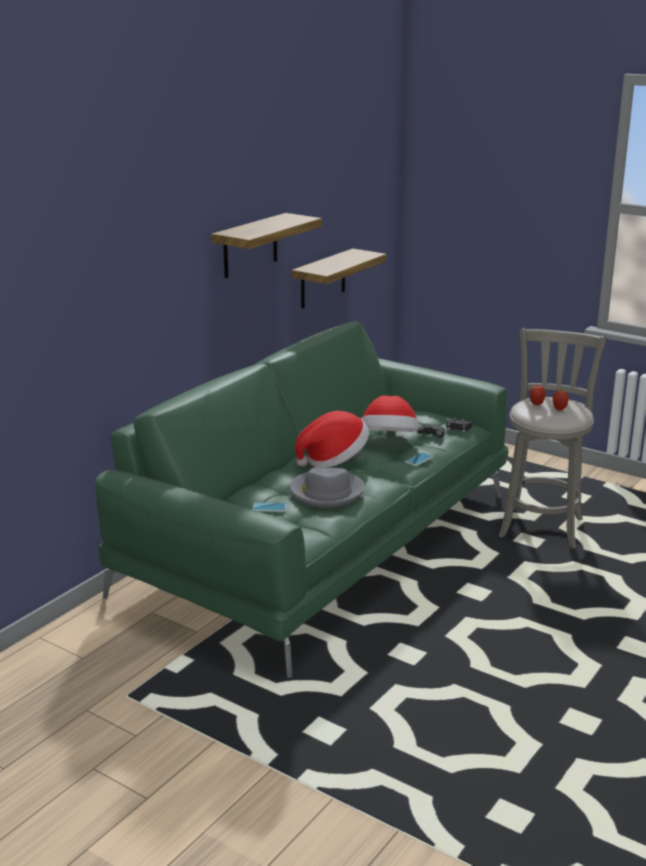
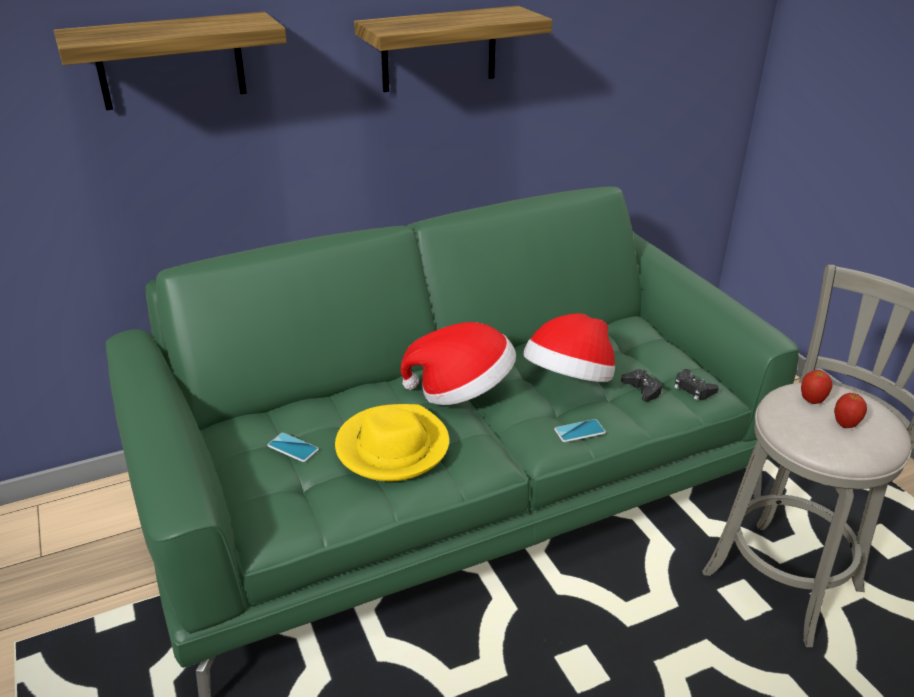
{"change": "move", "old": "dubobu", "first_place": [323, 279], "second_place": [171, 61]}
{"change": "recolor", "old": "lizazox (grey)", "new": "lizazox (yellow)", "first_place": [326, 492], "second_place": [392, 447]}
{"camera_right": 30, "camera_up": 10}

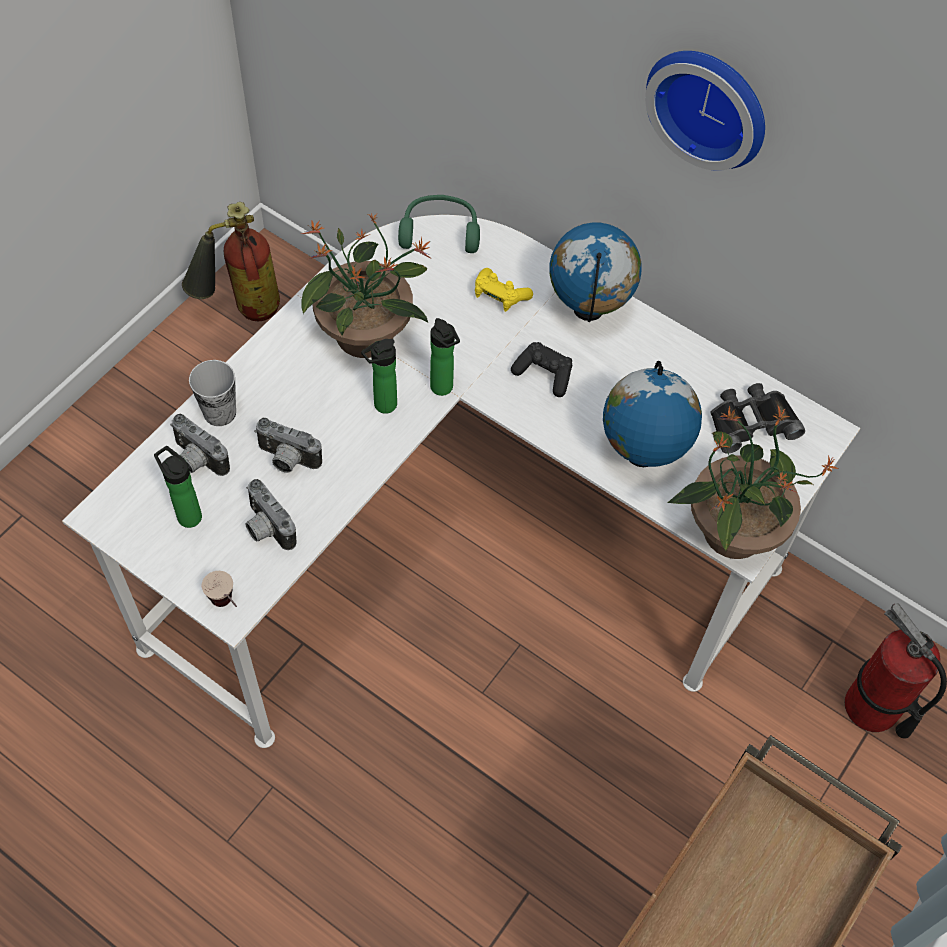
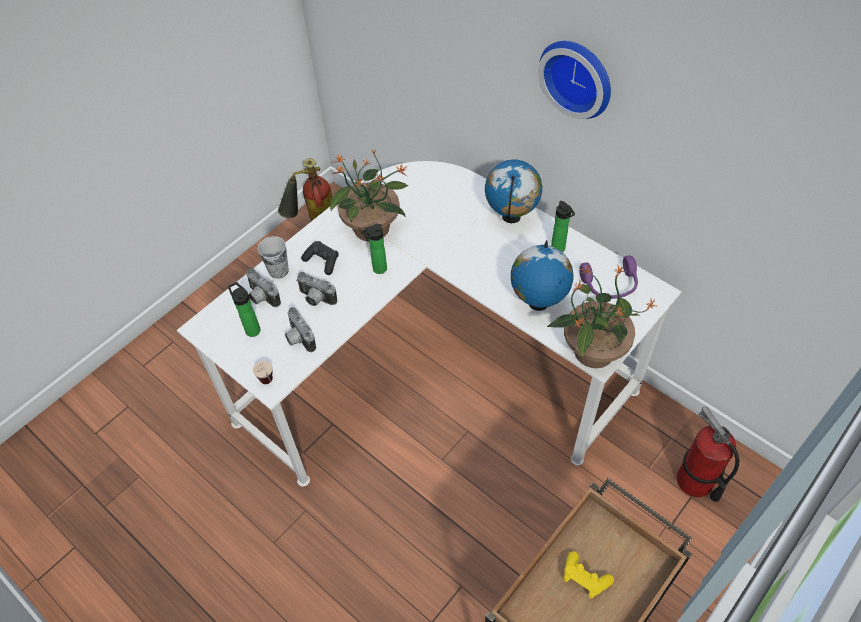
{"change": "delete", "old": "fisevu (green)", "first_place": [440, 231]}
{"change": "move", "old": "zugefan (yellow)", "first_place": [500, 296], "second_place": [584, 578]}
{"change": "move", "old": "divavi", "first_place": [443, 389], "second_place": [559, 249]}
{"change": "move", "old": "zugefan (black)", "first_place": [544, 374], "second_place": [322, 261]}
{"change": "replace", "old": "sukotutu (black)", "new": "fisevu (purple)", "first_place": [751, 421], "second_place": [610, 285]}
{"camera_right": 10, "camera_up": -5}

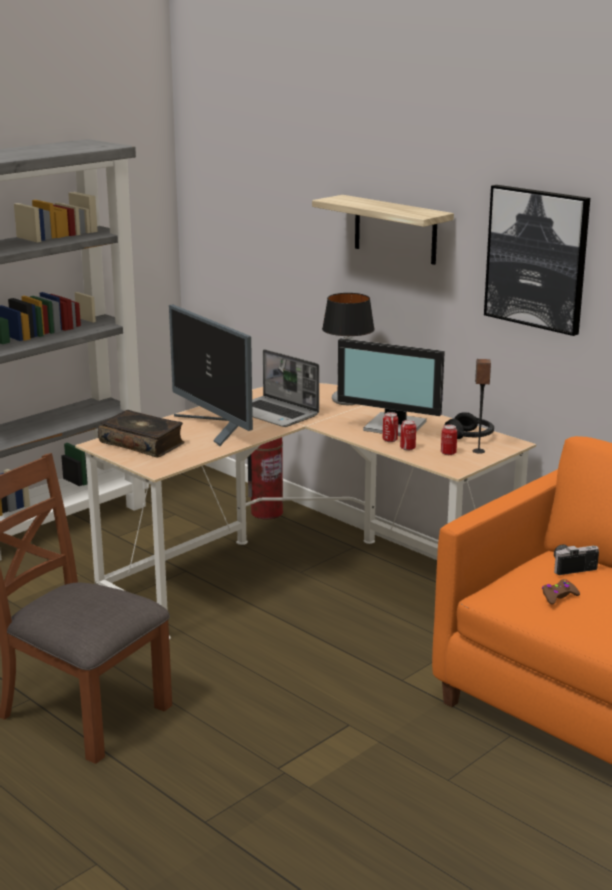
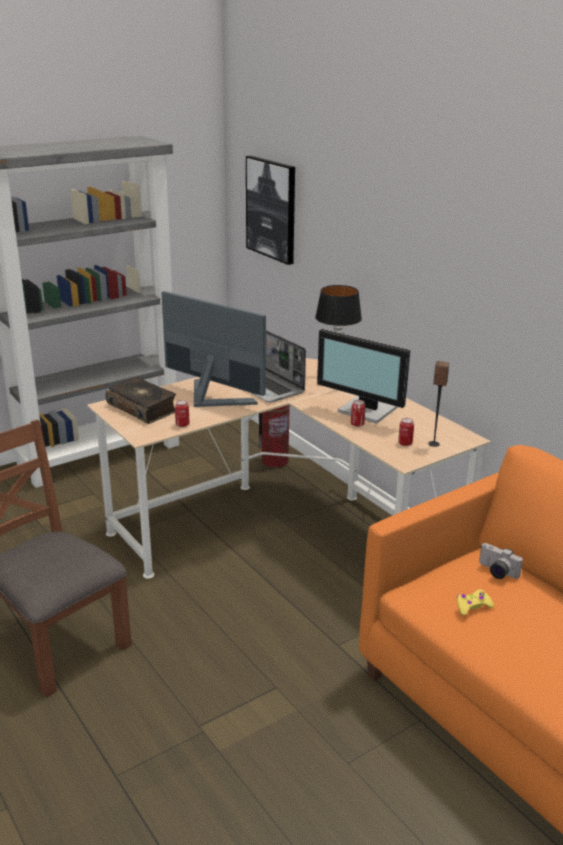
{"change": "move", "old": "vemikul", "first_place": [537, 258], "second_place": [272, 209]}
{"change": "delete", "old": "dubobu", "first_place": [395, 229]}
{"change": "rotate", "old": "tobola", "first_place": [215, 428], "second_place": [211, 397], "degrees": 150}
{"change": "delete", "old": "fisevu (black)", "first_place": [470, 436]}
{"change": "move", "old": "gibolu", "first_place": [407, 448], "second_place": [182, 424]}
{"change": "rotate", "old": "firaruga", "first_place": [572, 566], "second_place": [496, 572], "degrees": -135}
{"change": "recolor", "old": "zugefan (brown)", "new": "zugefan (yellow)", "first_place": [558, 596], "second_place": [472, 606]}
{"camera_right": 10, "camera_up": 5}

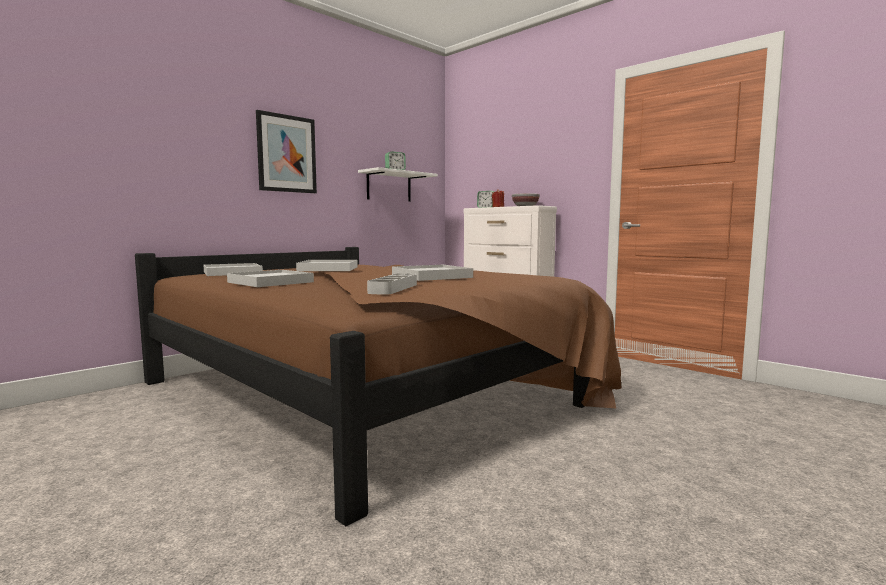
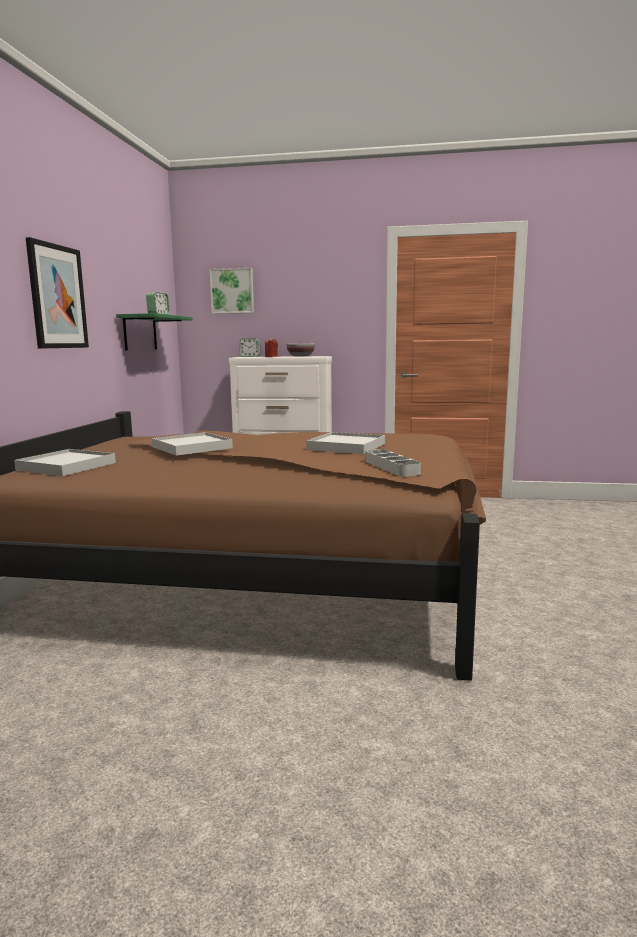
{"change": "recolor", "old": "dubobu (white)", "new": "dubobu (green)", "first_place": [389, 186], "second_place": [140, 333]}
{"change": "delete", "old": "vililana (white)", "first_place": [271, 282]}
{"change": "insert", "new": "vemikul", "second_place": [232, 291]}
{"camera_right": -35, "camera_up": 5}

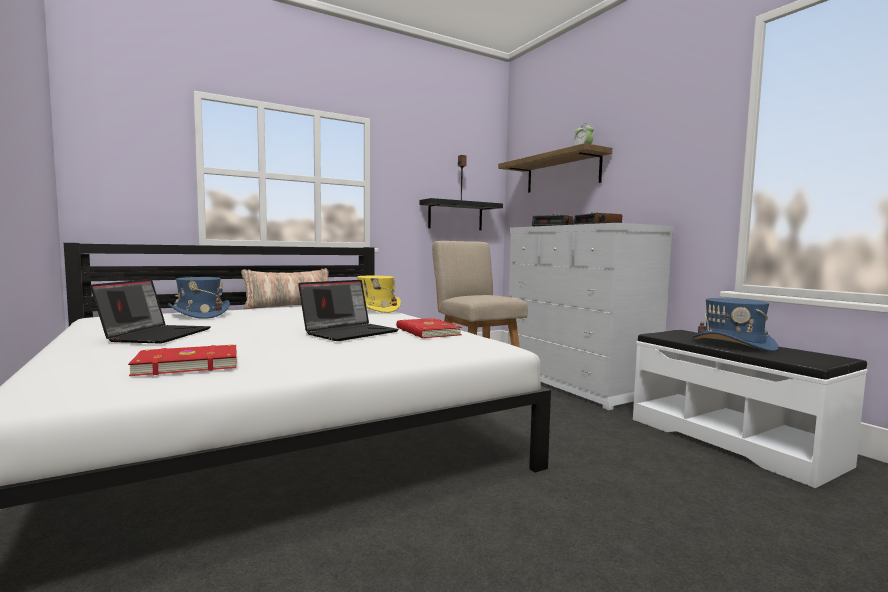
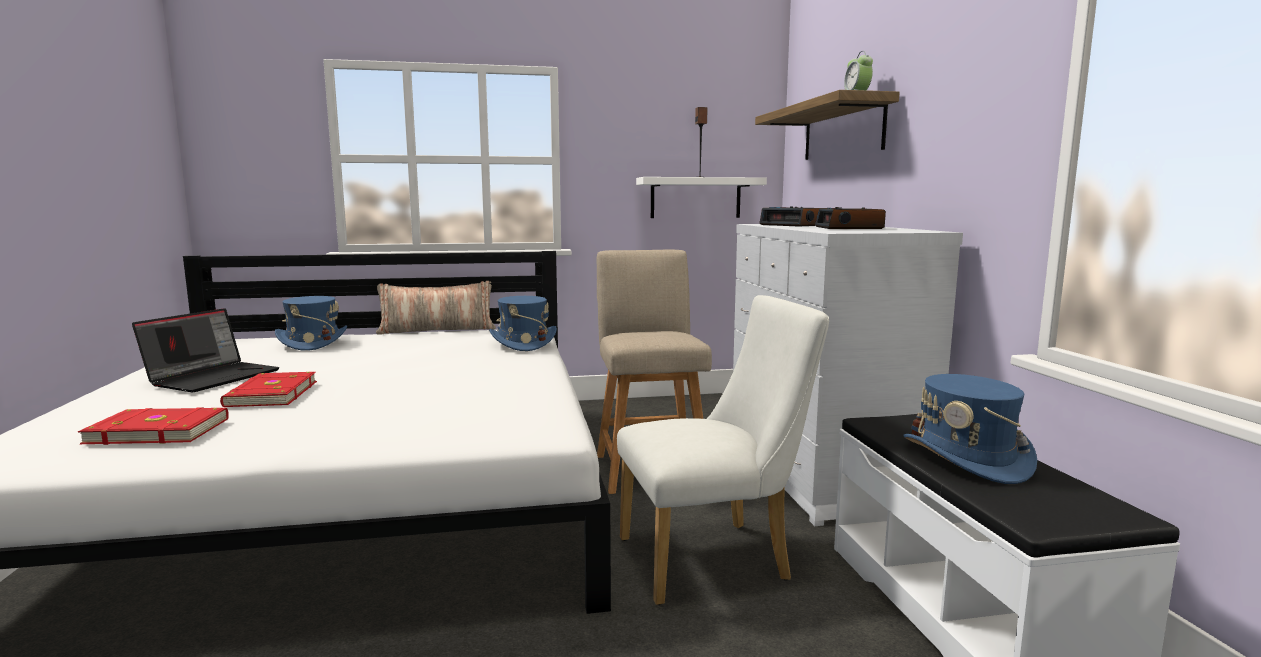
{"change": "recolor", "old": "dubobu (black)", "new": "dubobu (white)", "first_place": [455, 215], "second_place": [695, 198]}
{"change": "recolor", "old": "lizazox (yellow)", "new": "lizazox (blue)", "first_place": [375, 309], "second_place": [523, 343]}
{"change": "delete", "old": "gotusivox", "first_place": [350, 332]}
{"change": "move", "old": "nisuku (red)", "first_place": [427, 332], "second_place": [270, 394]}
{"change": "insert", "new": "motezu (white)", "second_place": [715, 558]}
{"camera_right": 20, "camera_up": 5}

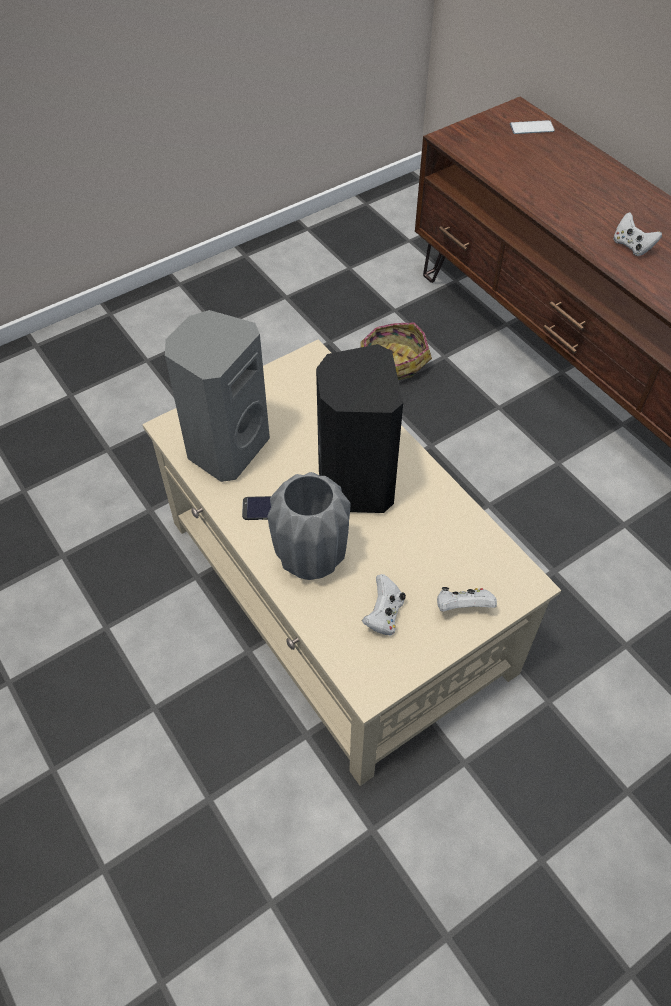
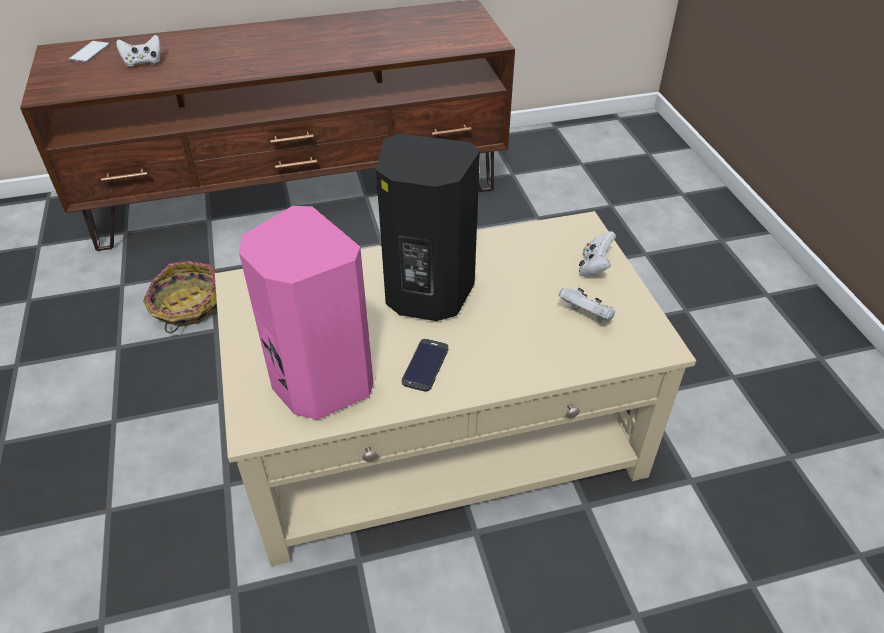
{"change": "move", "old": "zugefan (white)", "first_place": [632, 246], "second_place": [143, 62]}
{"change": "recolor", "old": "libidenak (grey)", "new": "libidenak (pink)", "first_place": [225, 447], "second_place": [318, 383]}
{"change": "delete", "old": "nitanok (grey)", "first_place": [311, 558]}
{"camera_right": -70, "camera_up": -10}

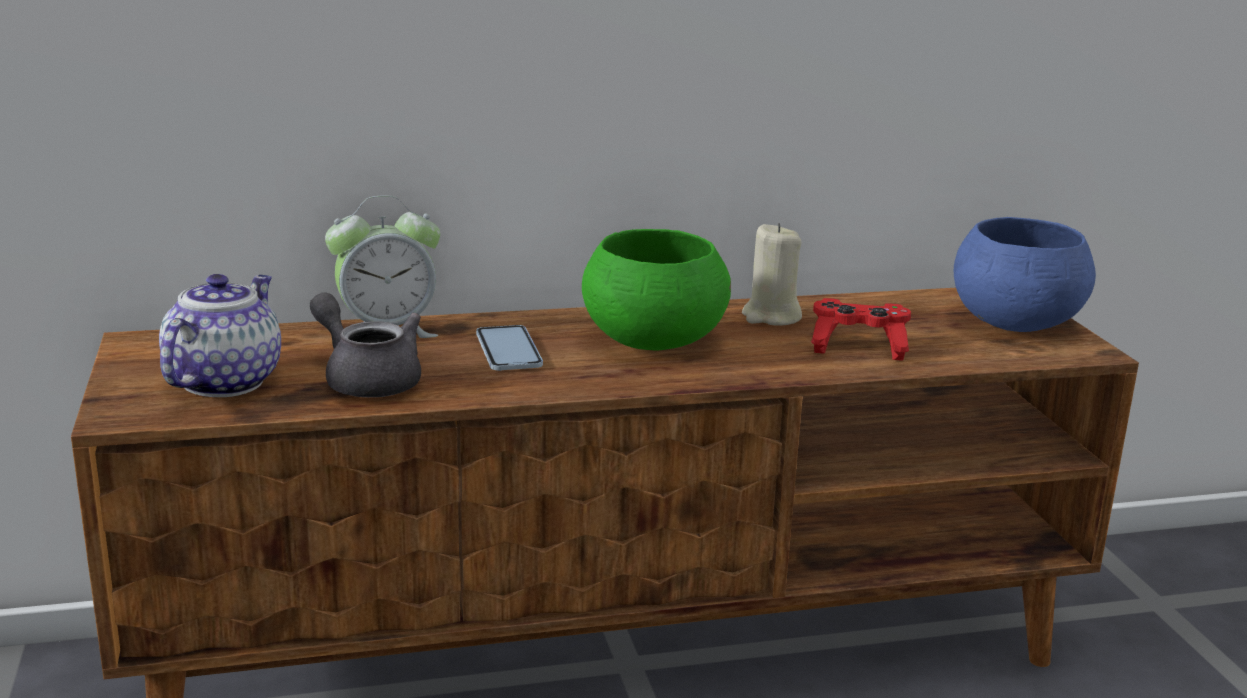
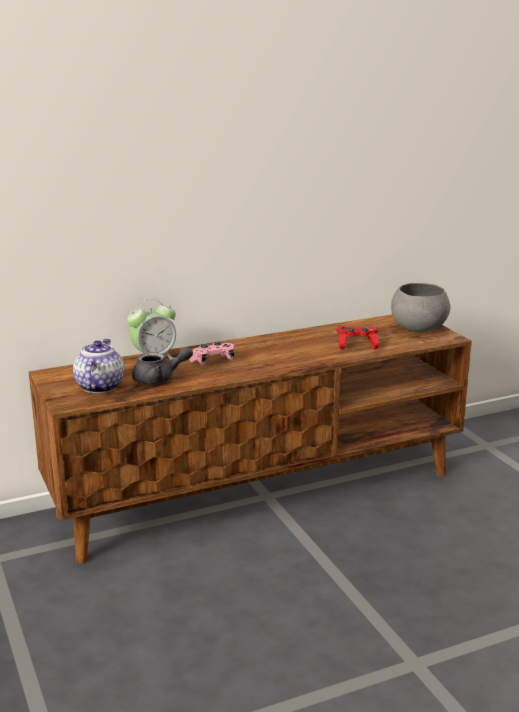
{"change": "recolor", "old": "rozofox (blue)", "new": "rozofox (grey)", "first_place": [1013, 324], "second_place": [418, 329]}
{"change": "delete", "old": "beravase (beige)", "first_place": [771, 317]}
{"change": "delete", "old": "rozofox (green)", "first_place": [653, 342]}
{"change": "rotate", "old": "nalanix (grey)", "first_place": [367, 379], "second_place": [159, 379], "degrees": 135}
{"change": "replace", "old": "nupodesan", "new": "zugefan (pink)", "first_place": [508, 351], "second_place": [211, 361]}
{"camera_right": -10, "camera_up": 0}

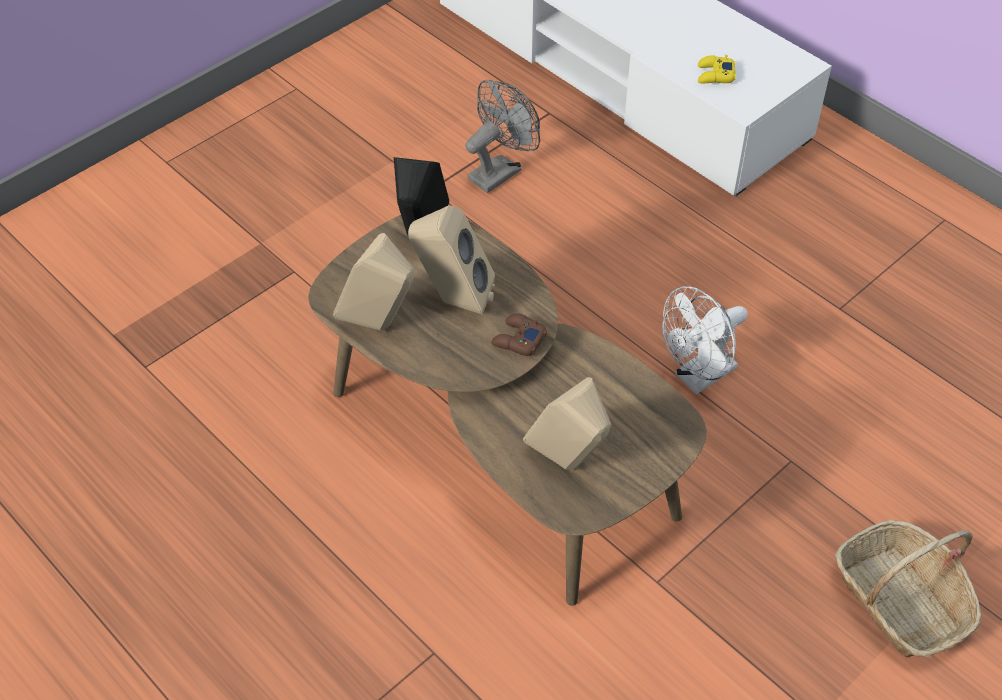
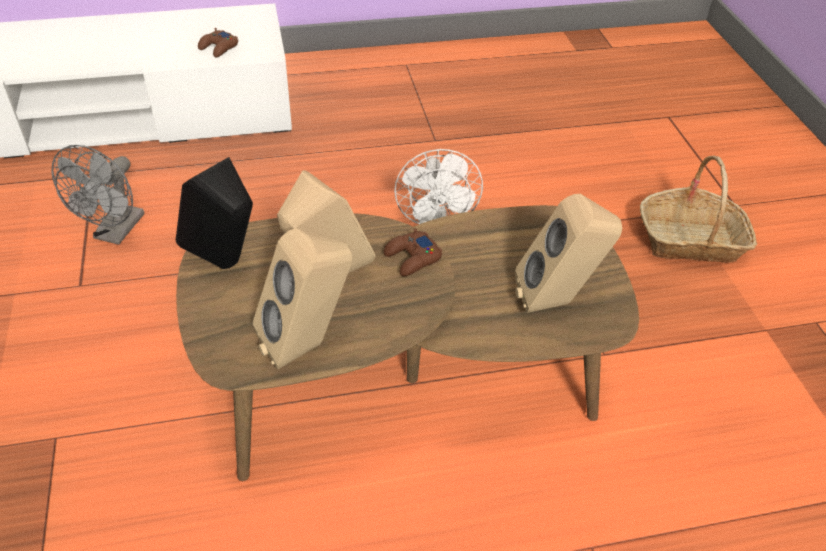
{"change": "recolor", "old": "zugefan (yellow)", "new": "zugefan (brown)", "first_place": [715, 75], "second_place": [219, 48]}
{"change": "rotate", "old": "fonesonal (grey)", "first_place": [500, 171], "second_place": [115, 232], "degrees": -150}
{"camera_right": -60, "camera_up": -5}

